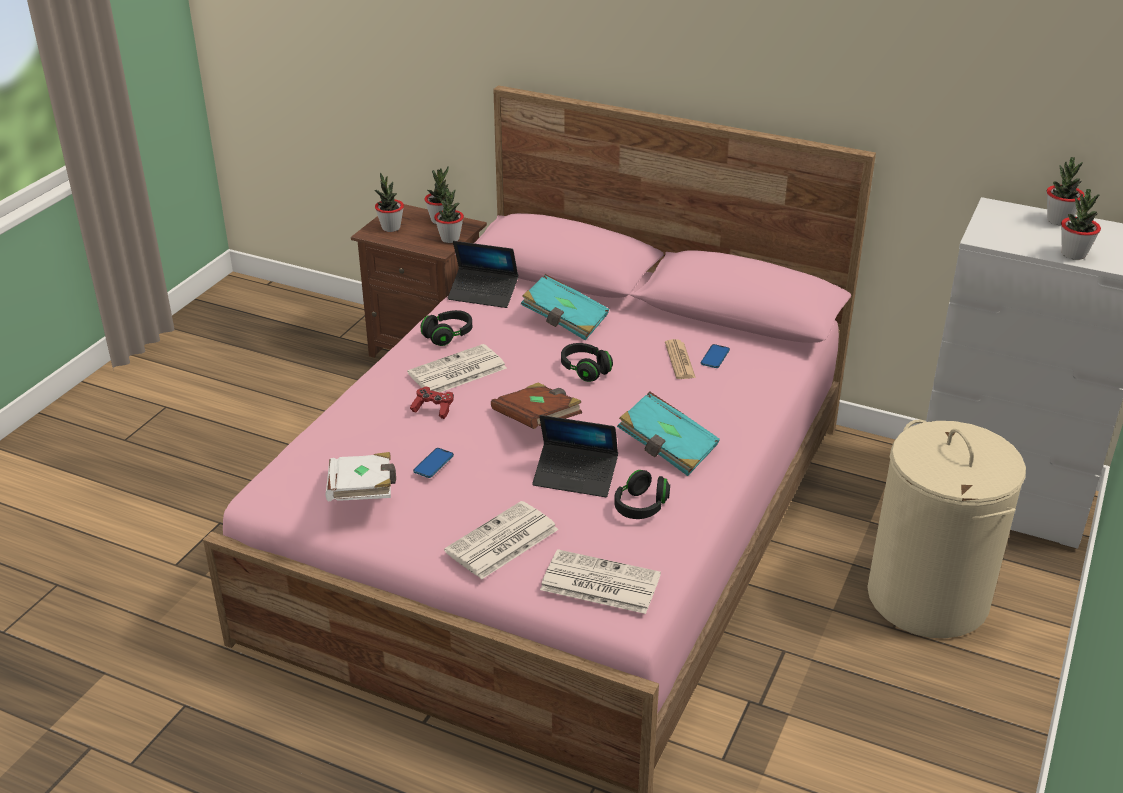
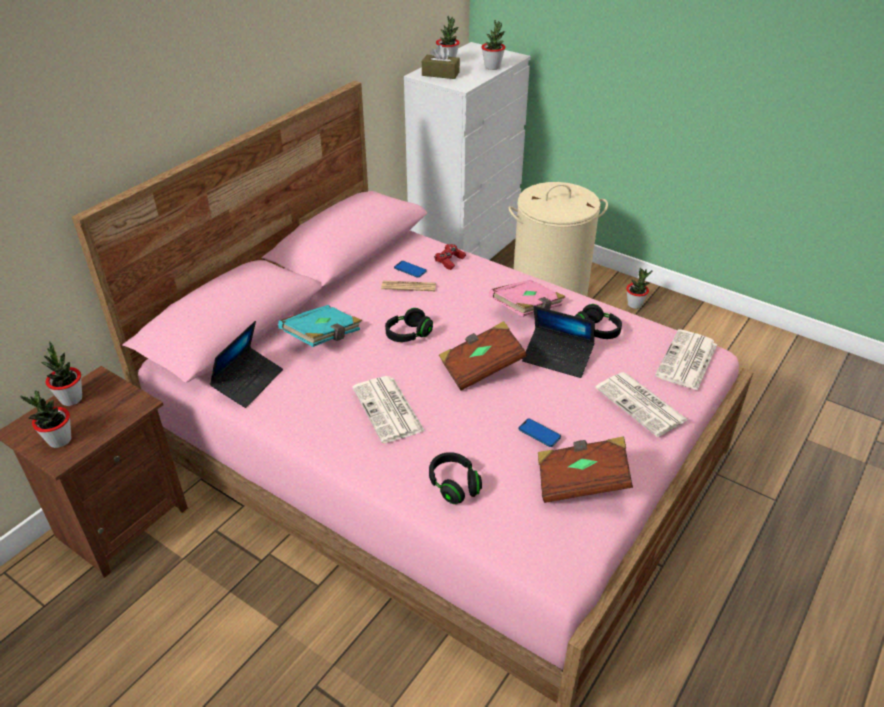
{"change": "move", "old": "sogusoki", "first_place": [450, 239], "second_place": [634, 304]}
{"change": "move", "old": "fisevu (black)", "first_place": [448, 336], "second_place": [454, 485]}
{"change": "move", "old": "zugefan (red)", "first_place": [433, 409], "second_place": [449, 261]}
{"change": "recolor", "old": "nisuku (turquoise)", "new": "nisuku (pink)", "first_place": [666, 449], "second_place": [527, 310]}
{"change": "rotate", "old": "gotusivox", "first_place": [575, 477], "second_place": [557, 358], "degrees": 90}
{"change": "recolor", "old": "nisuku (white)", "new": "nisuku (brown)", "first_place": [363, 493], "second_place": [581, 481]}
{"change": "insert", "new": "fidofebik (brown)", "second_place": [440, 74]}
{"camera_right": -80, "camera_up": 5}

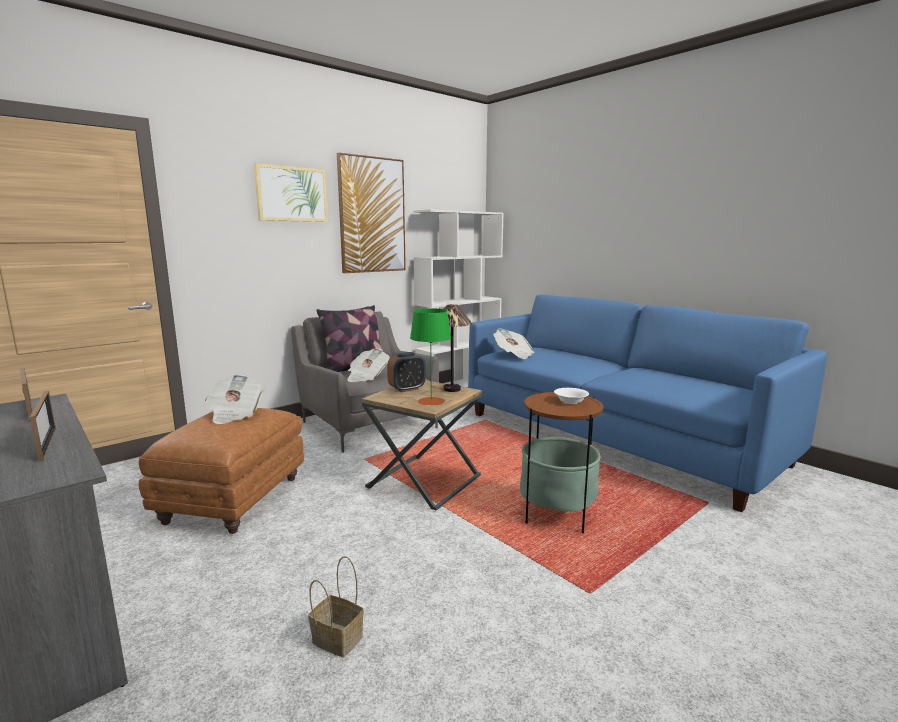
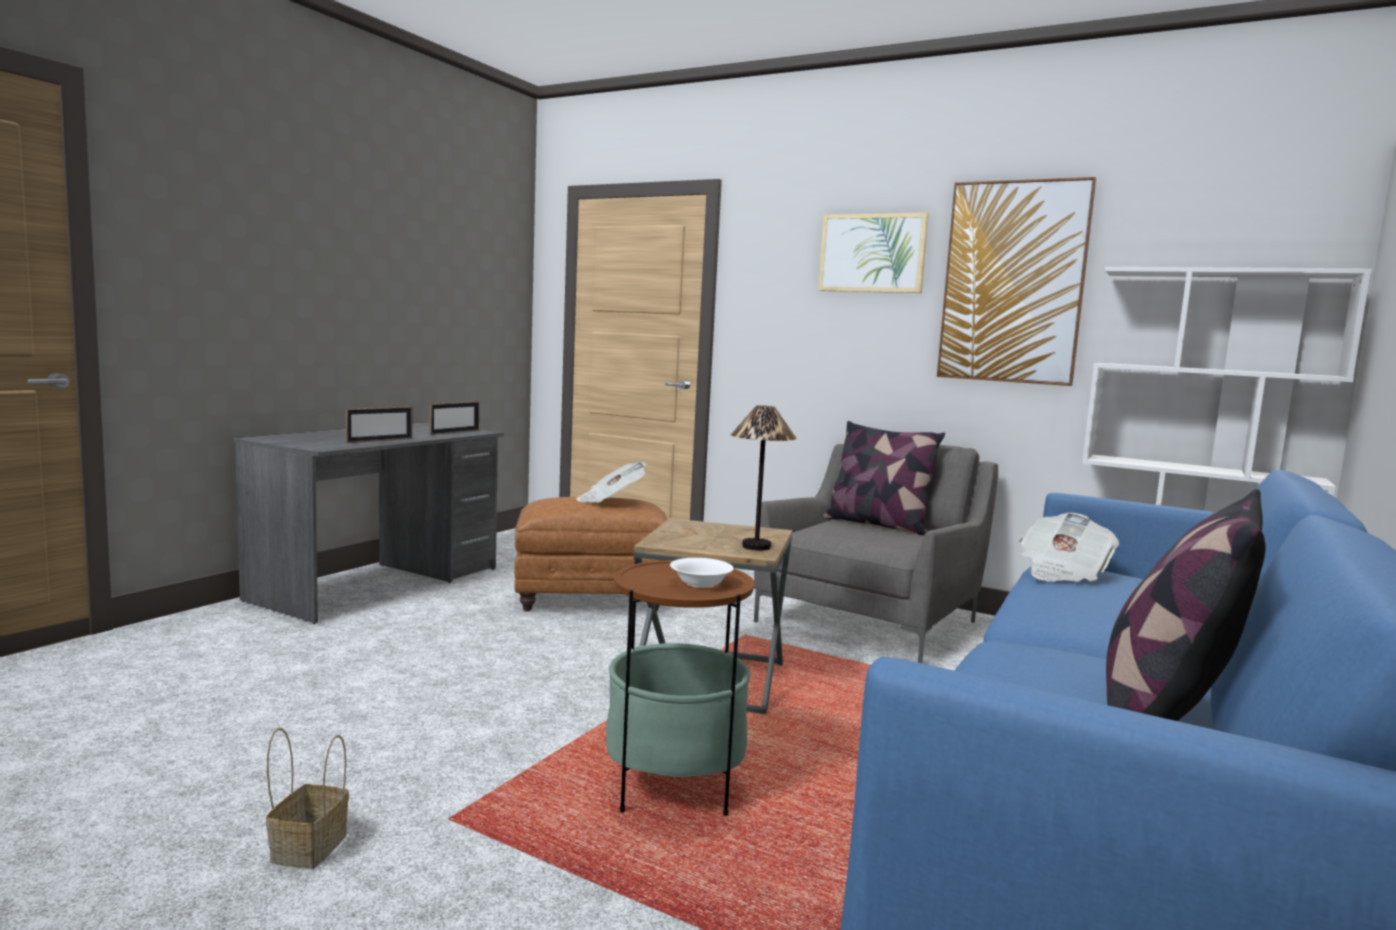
{"change": "delete", "old": "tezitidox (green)", "first_place": [431, 401]}
{"change": "delete", "old": "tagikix", "first_place": [367, 377]}
{"change": "delete", "old": "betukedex", "first_place": [407, 389]}
{"change": "move", "old": "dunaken", "first_place": [335, 639], "second_place": [309, 846]}
{"change": "insert", "new": "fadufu", "second_place": [1165, 715]}
{"camera_right": 70, "camera_up": -5}

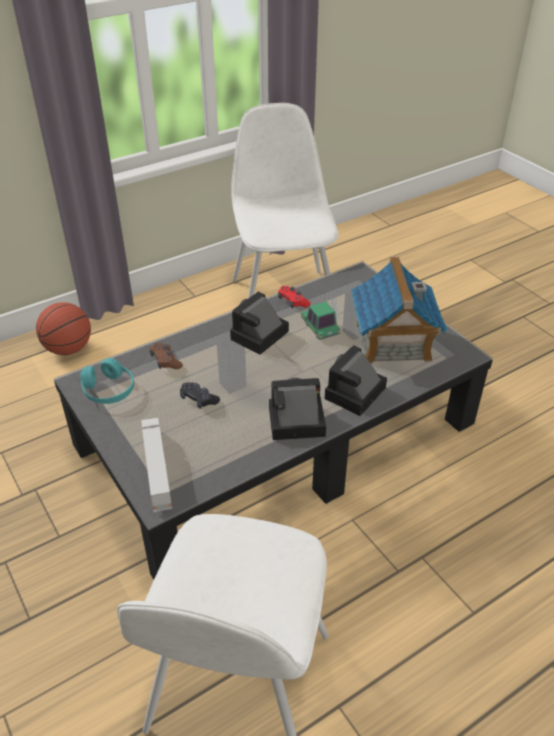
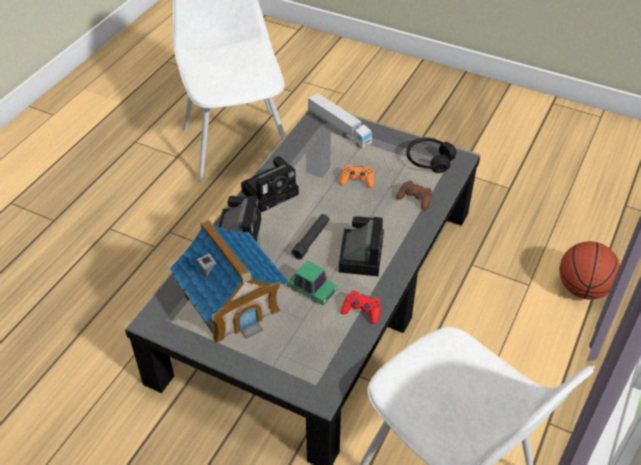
{"change": "recolor", "old": "fisevu (turquoise)", "new": "fisevu (black)", "first_place": [109, 390], "second_place": [429, 160]}
{"change": "recolor", "old": "zugefan (black)", "new": "zugefan (orange)", "first_place": [198, 399], "second_place": [357, 180]}
{"change": "insert", "new": "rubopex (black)", "second_place": [311, 240]}
{"camera_right": 150, "camera_up": 5}

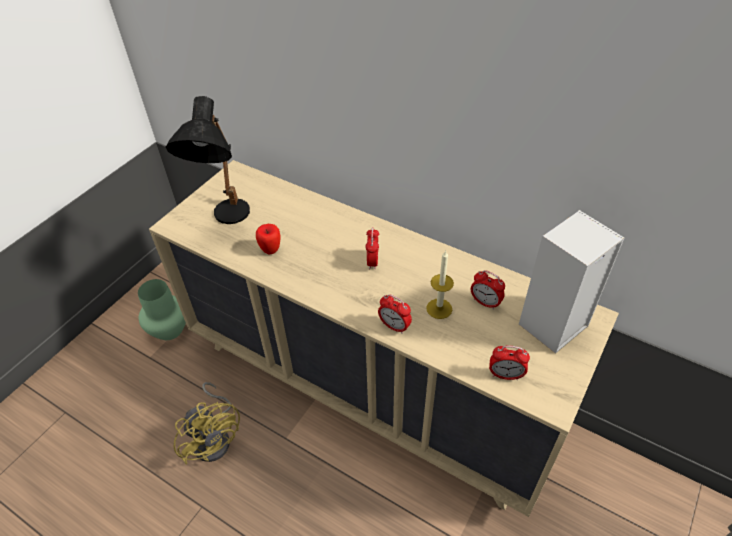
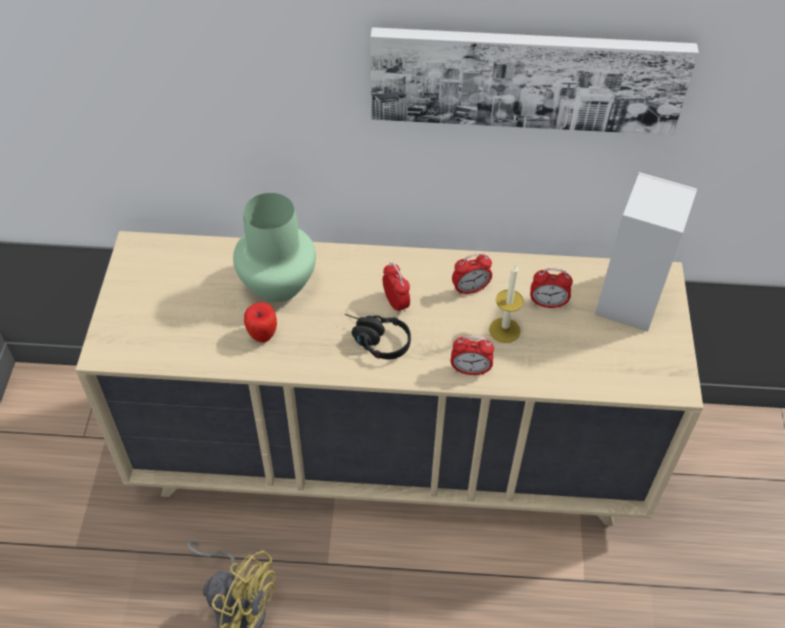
{"change": "delete", "old": "tezitidox (black)", "first_place": [226, 221]}
{"change": "move", "old": "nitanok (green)", "first_place": [170, 329], "second_place": [278, 283]}
{"change": "move", "old": "betukedex", "first_place": [505, 375], "second_place": [470, 289]}
{"change": "insert", "new": "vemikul", "second_place": [527, 78]}
{"change": "insert", "new": "fisevu (black)", "second_place": [374, 341]}
{"camera_right": -30, "camera_up": 5}

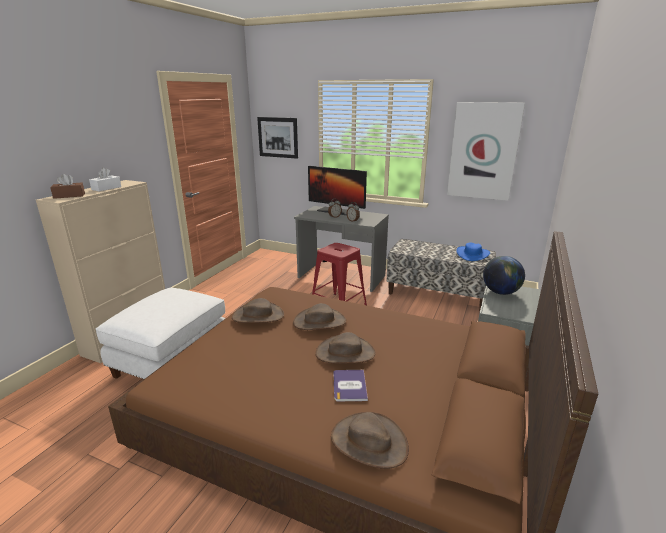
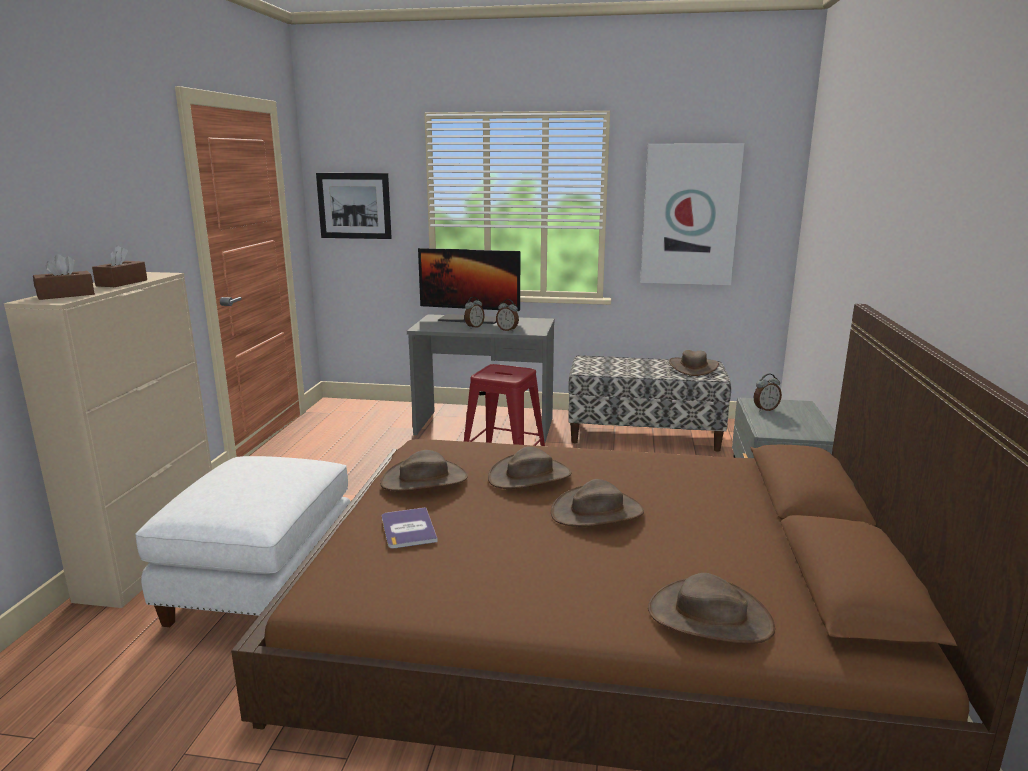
{"change": "recolor", "old": "fidofebik (white)", "new": "fidofebik (brown)", "first_place": [106, 188], "second_place": [122, 283]}
{"change": "recolor", "old": "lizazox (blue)", "new": "lizazox (brown)", "first_place": [472, 254], "second_place": [693, 367]}
{"change": "replace", "old": "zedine", "new": "betukedex", "first_place": [500, 292], "second_place": [765, 409]}
{"change": "move", "old": "nisuku", "first_place": [349, 386], "second_place": [408, 529]}
{"camera_right": -15, "camera_up": -5}

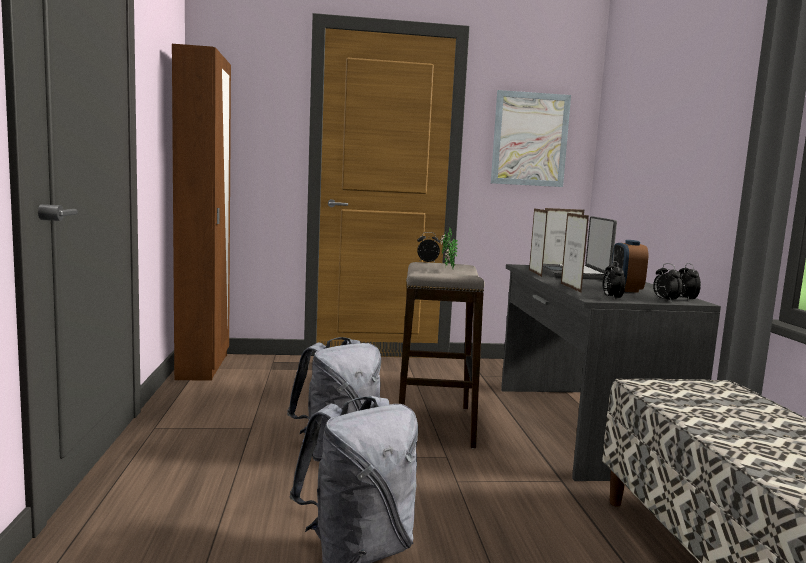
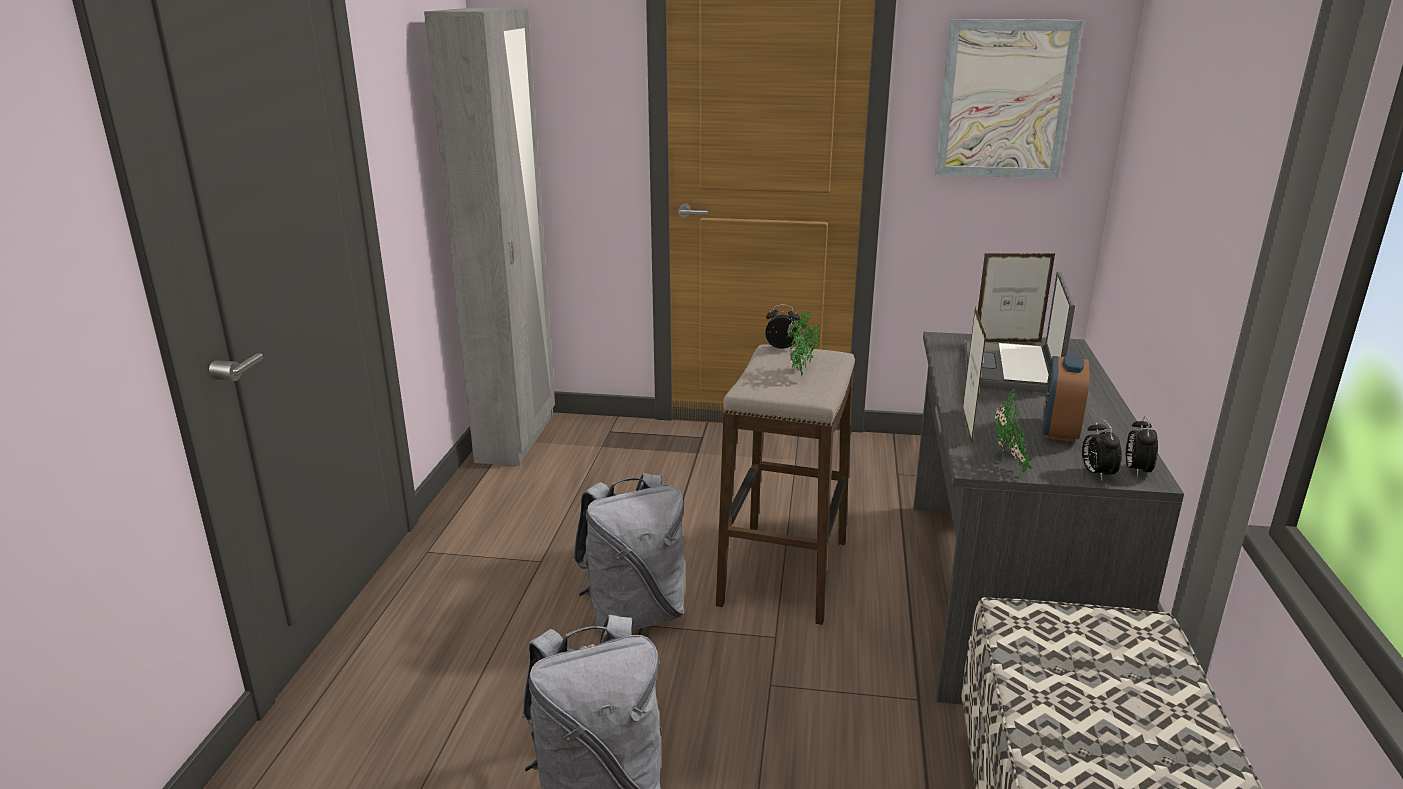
{"change": "recolor", "old": "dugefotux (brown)", "new": "dugefotux (grey)", "first_place": [204, 367], "second_place": [517, 438]}
{"change": "delete", "old": "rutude", "first_place": [535, 273]}
{"change": "replace", "old": "betukedex", "new": "sogusoki", "first_place": [611, 298], "second_place": [1009, 465]}
{"camera_right": 15, "camera_up": 15}

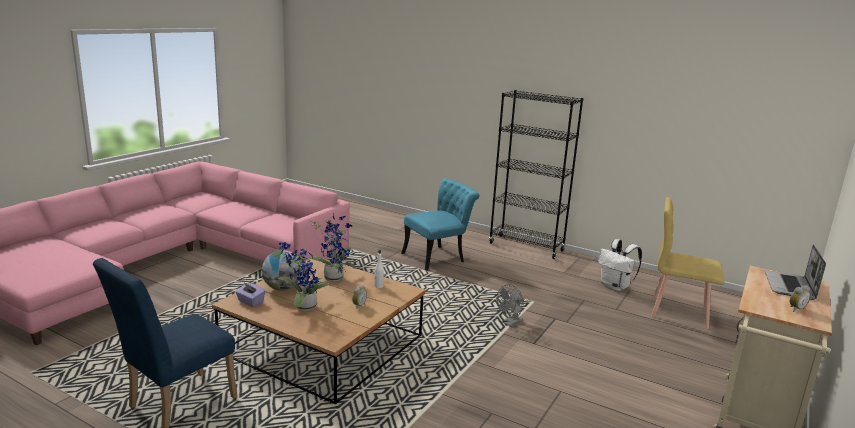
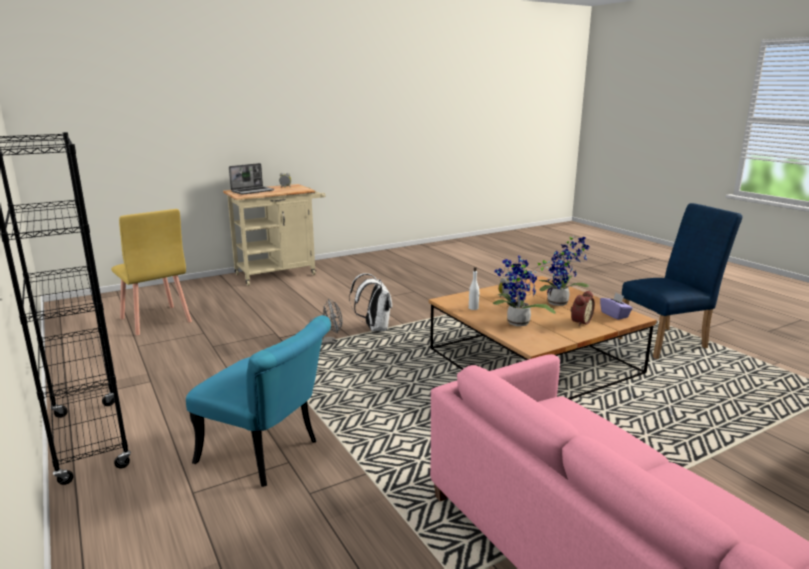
{"change": "rotate", "old": "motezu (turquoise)", "first_place": [438, 257], "second_place": [268, 454], "degrees": -150}
{"change": "move", "old": "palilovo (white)", "first_place": [615, 287], "second_place": [374, 328]}
{"change": "replace", "old": "zedine", "new": "betukedex", "first_place": [283, 288], "second_place": [579, 322]}
{"camera_right": -150, "camera_up": 0}

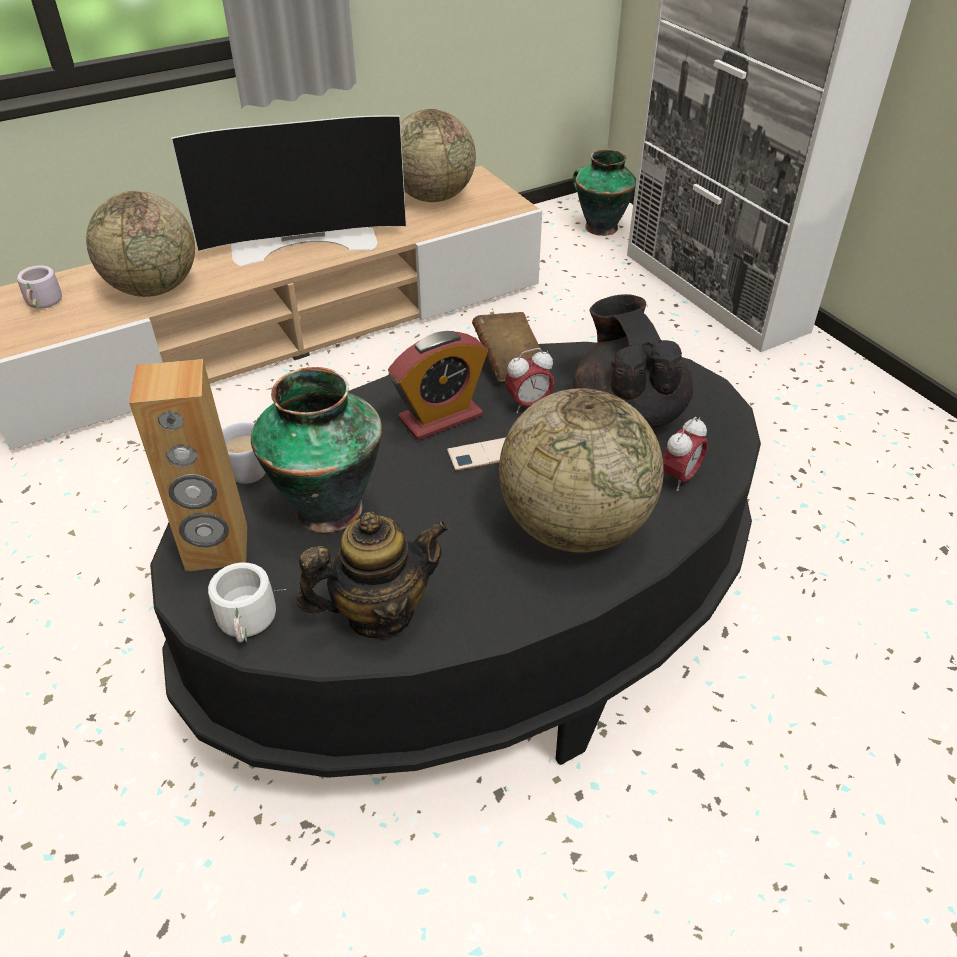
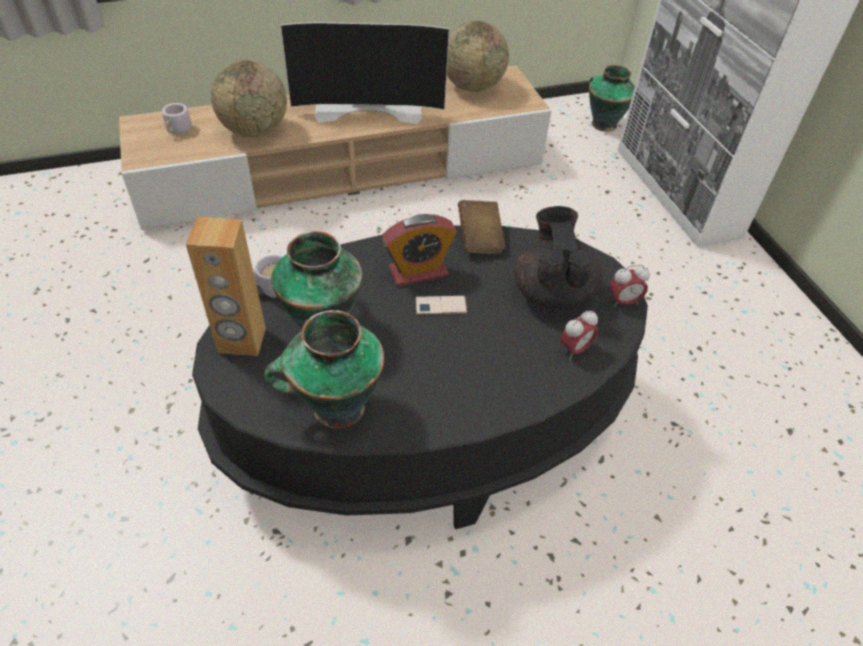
{"change": "move", "old": "betukedex", "first_place": [528, 404], "second_place": [623, 301]}
{"change": "delete", "old": "zedine", "first_place": [574, 526]}
{"change": "replace", "old": "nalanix", "new": "nitanok", "first_place": [379, 612], "second_place": [335, 407]}
{"change": "delete", "old": "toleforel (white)", "first_place": [250, 622]}
{"camera_right": 10, "camera_up": 5}

